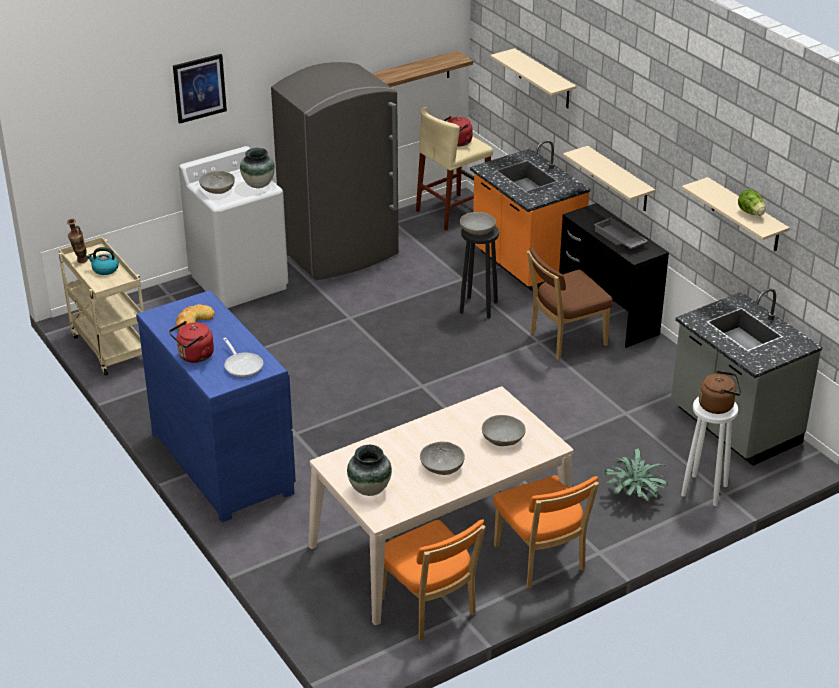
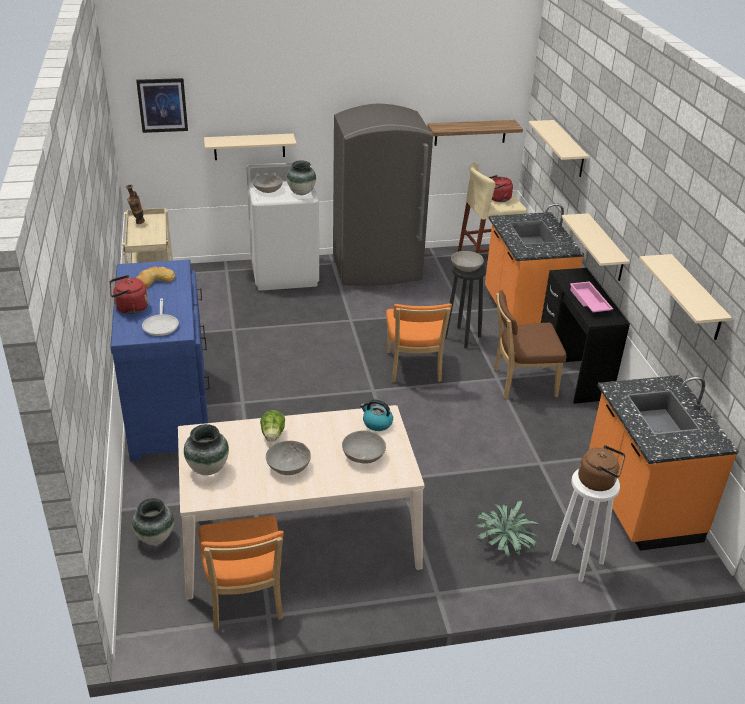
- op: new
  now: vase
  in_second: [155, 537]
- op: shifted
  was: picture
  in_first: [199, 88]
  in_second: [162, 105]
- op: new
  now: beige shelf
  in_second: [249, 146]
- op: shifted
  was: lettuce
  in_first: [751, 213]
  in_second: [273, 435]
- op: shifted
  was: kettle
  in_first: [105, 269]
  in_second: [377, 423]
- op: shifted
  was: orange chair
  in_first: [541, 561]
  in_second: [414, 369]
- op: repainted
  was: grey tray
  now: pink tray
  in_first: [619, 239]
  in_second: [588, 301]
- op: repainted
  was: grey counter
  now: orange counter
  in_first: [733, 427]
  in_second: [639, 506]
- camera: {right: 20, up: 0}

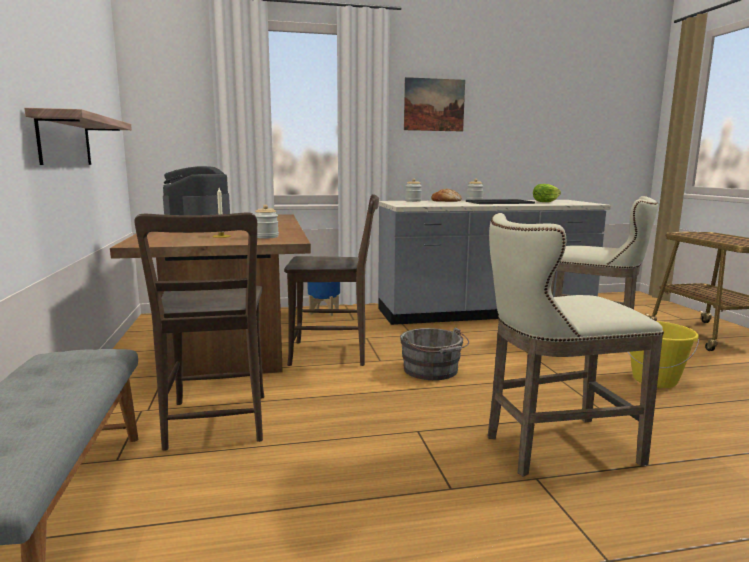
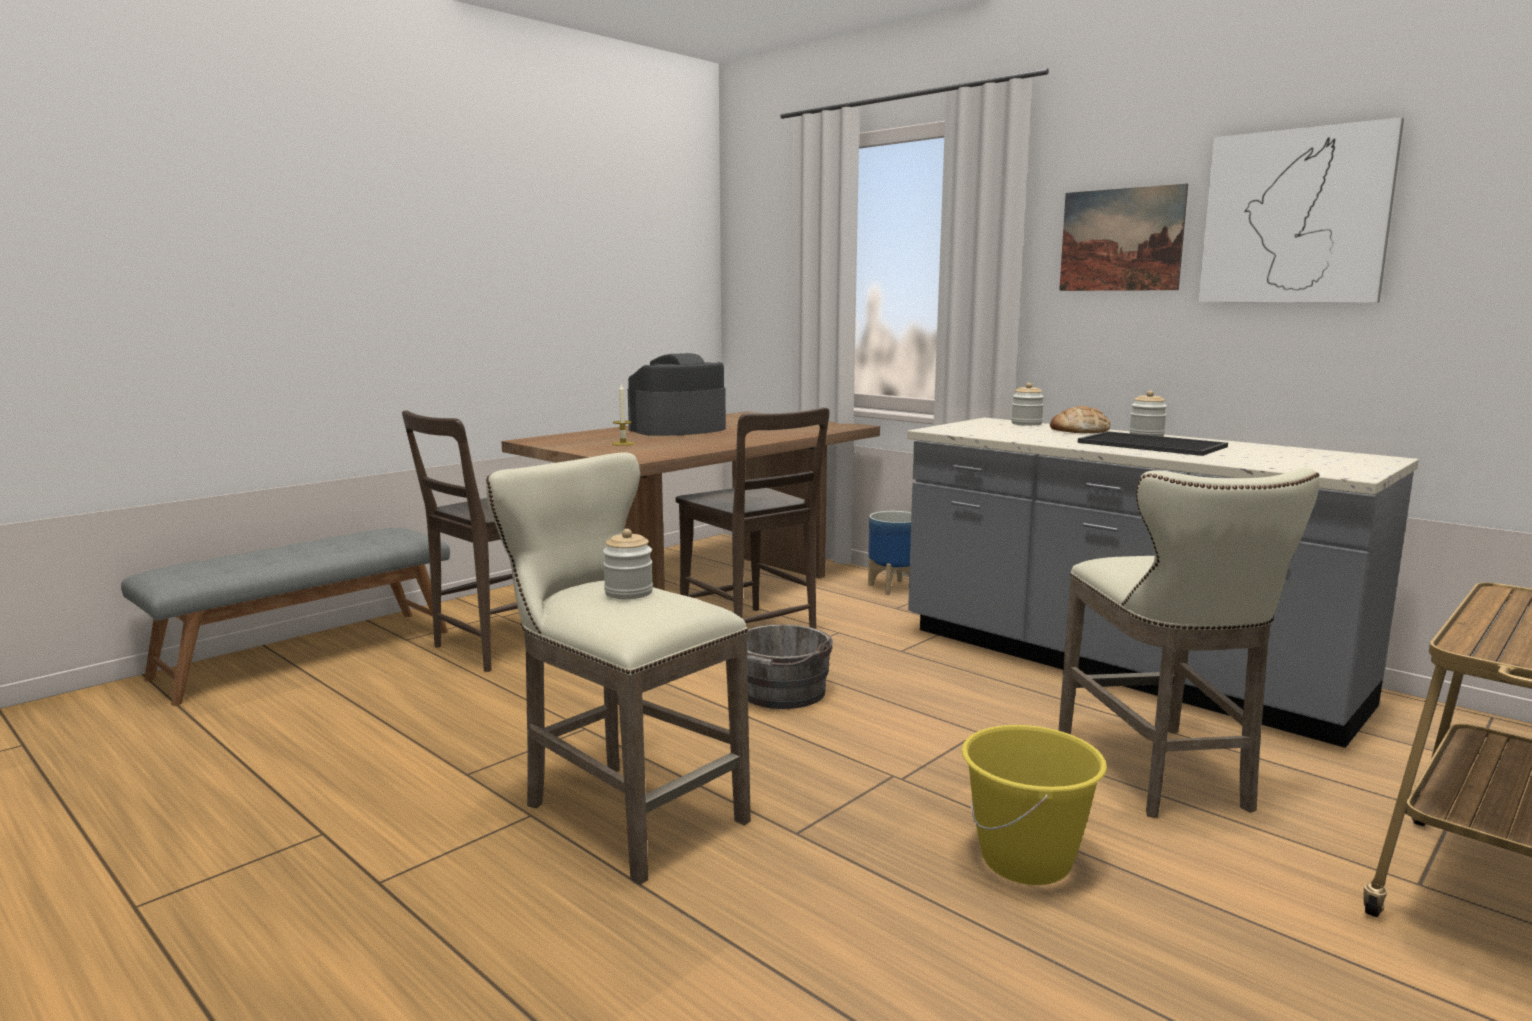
- op: shifted
  was: jar
  in_first: [266, 237]
  in_second: [628, 592]
- op: new
  now: picture
  in_second: [1295, 217]
- op: gone
  was: shelf
  in_first: [65, 140]
- op: gone
  was: lettuce
  in_first: [545, 202]
- camera: {right: 55, up: 0}

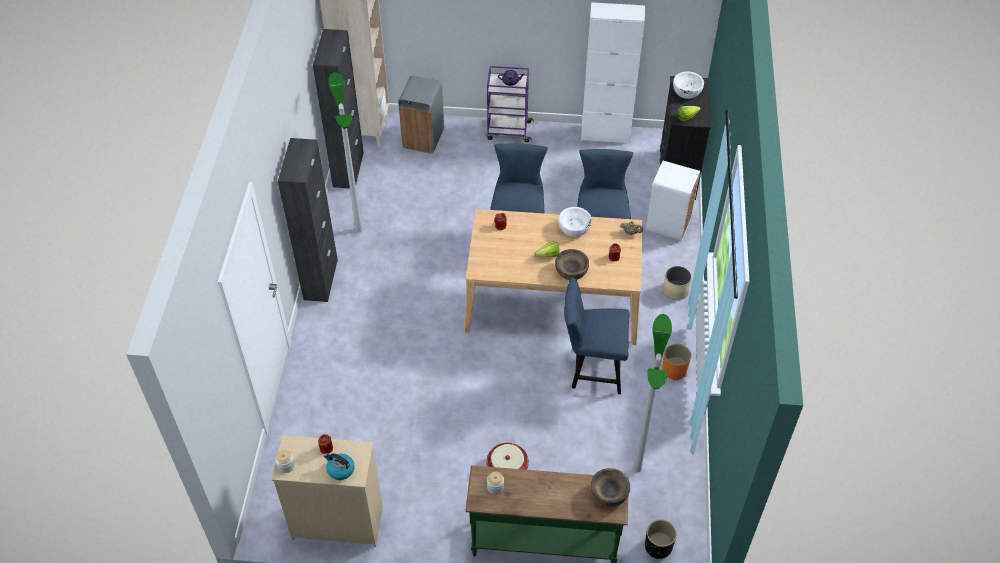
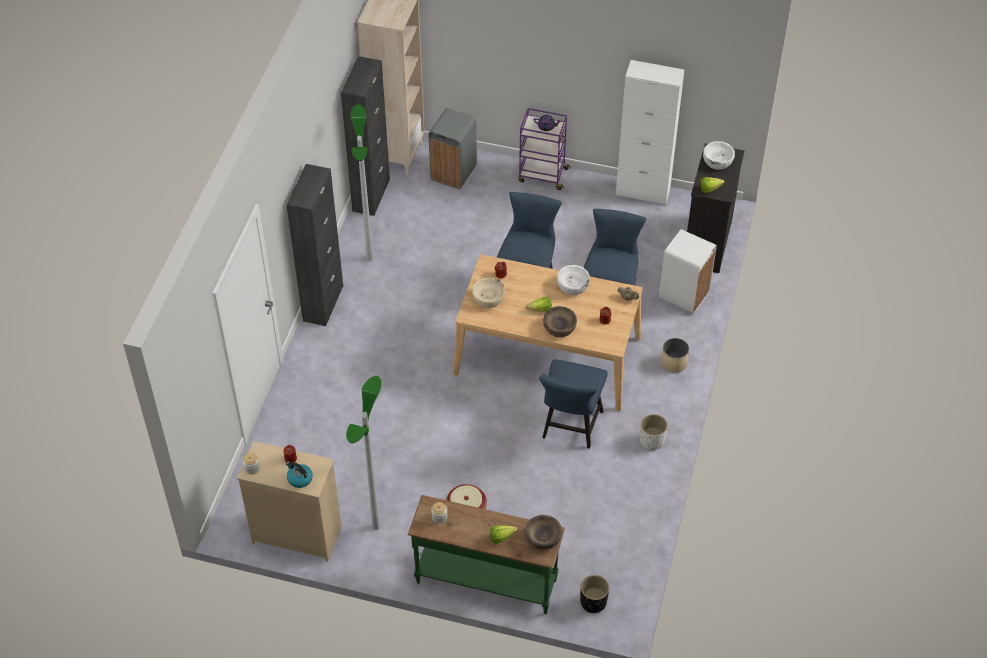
- op: shifted
  was: floor lamp
  in_first: [637, 468]
  in_second: [375, 526]
- op: new
  now: beige bowl
  in_second: [488, 298]
- op: new
  now: lettuce
  in_second: [504, 537]
- op: rotated
  was: blue chair
  in_first: [592, 369]
  in_second: [570, 428]
  clockwise: -90
- op: repainted
  was: orange planter
  now: white planter
  in_first: [674, 370]
  in_second: [652, 440]
- camera: {right: 10, up: 0}

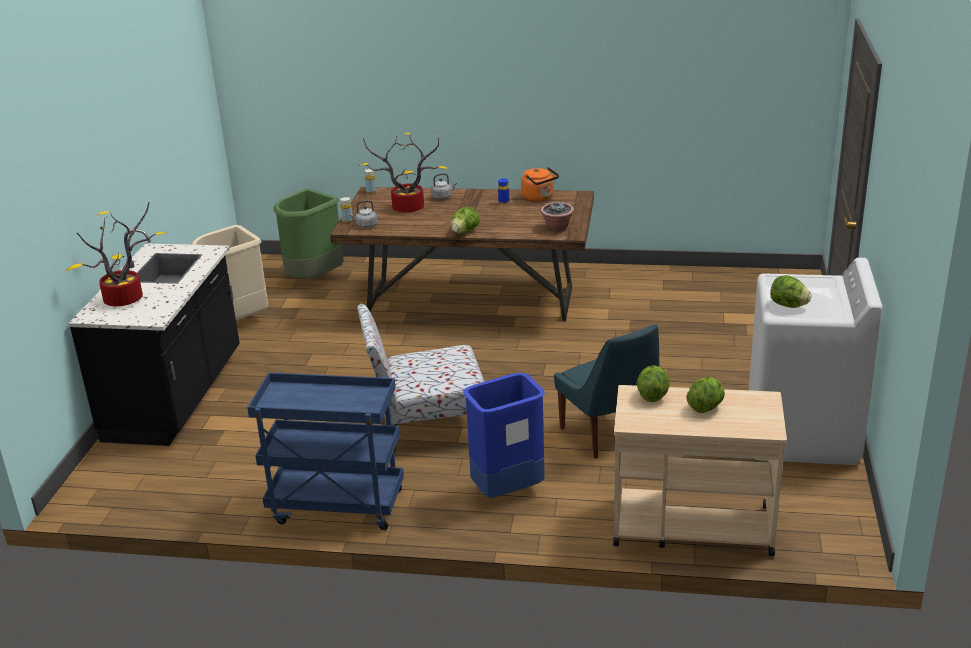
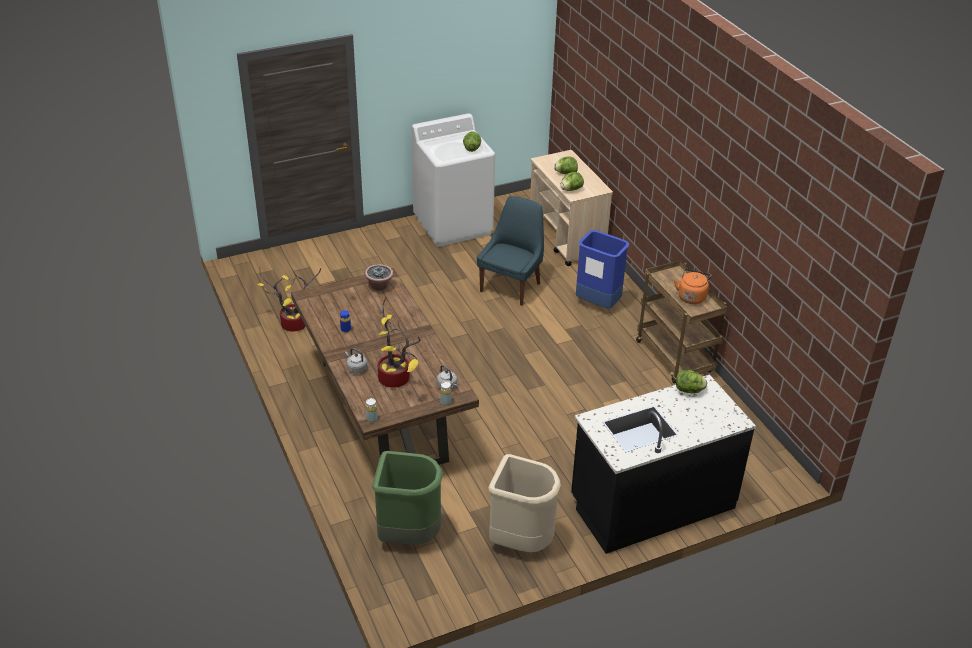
- op: shifted
  was: potted plant
  in_first: [123, 301]
  in_second: [296, 323]
- op: repainted
  was: blue cart
  now: brown cart
  in_first: [335, 507]
  in_second: [675, 358]
- op: shifted
  was: orange kettle
  in_first: [539, 198]
  in_second: [692, 296]
- op: shifted
  was: lettuce
  in_first: [465, 232]
  in_second: [689, 390]
- op: gone
  was: chair
  in_first: [427, 426]
- camera: {right: -125, up: 10}

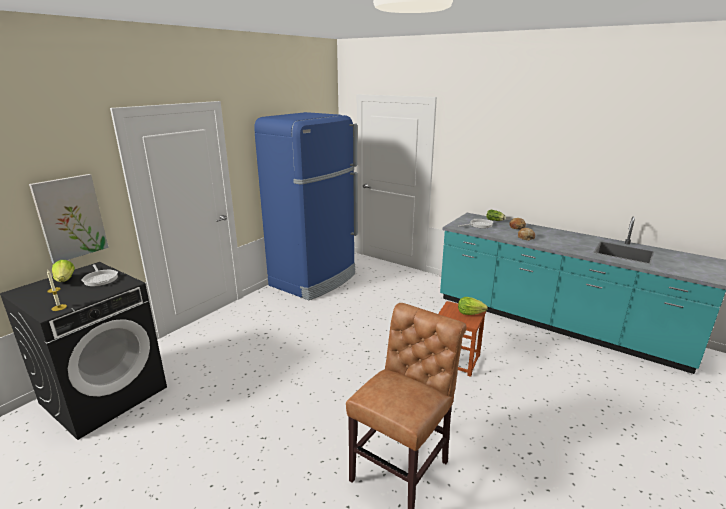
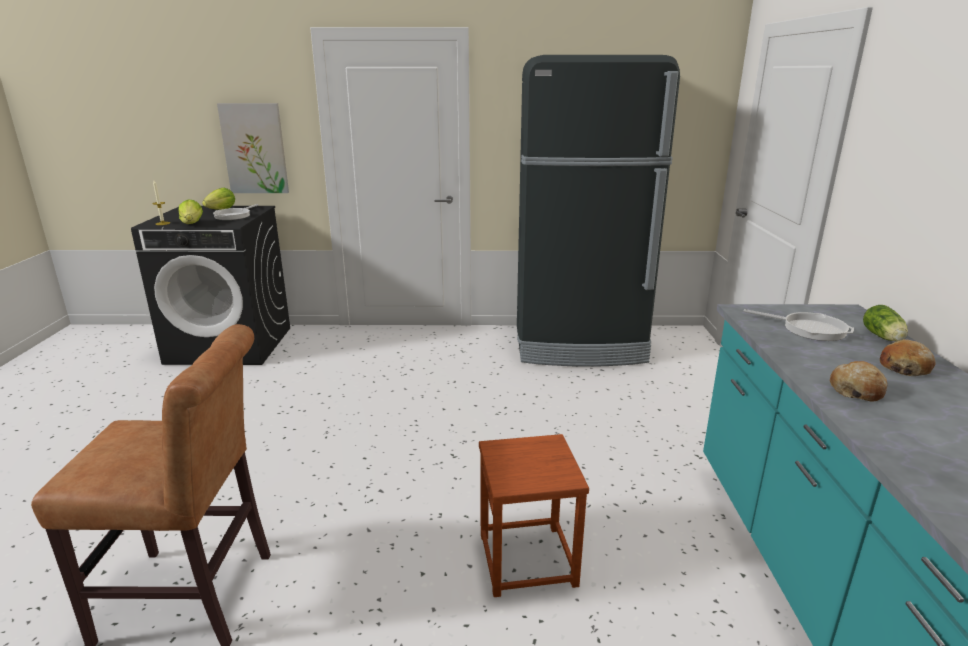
- op: shifted
  was: lettuce
  in_first: [470, 313]
  in_second: [192, 224]
- op: repainted
  was: blue fridge
  now: black fridge
  in_first: [314, 280]
  in_second: [579, 345]
- camera: {right: 55, up: 0}

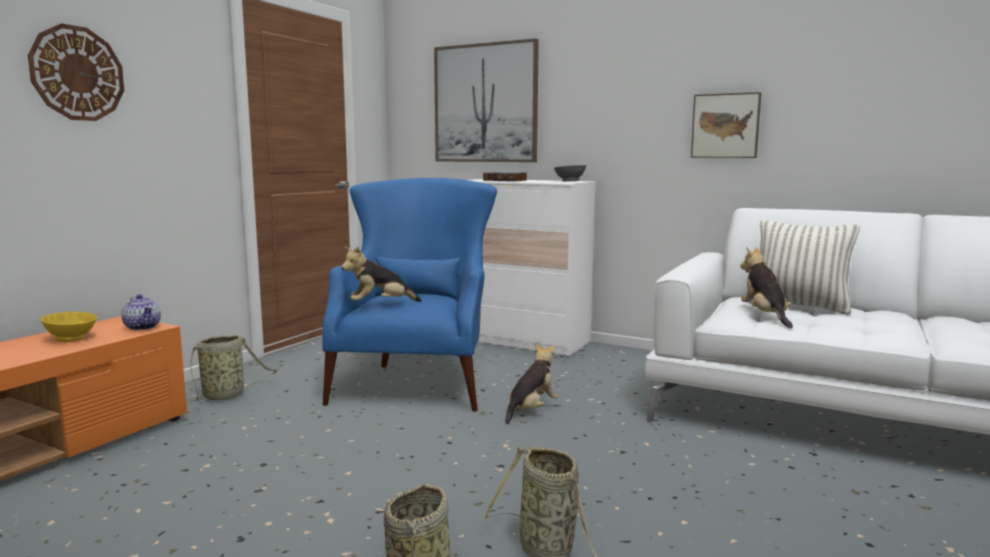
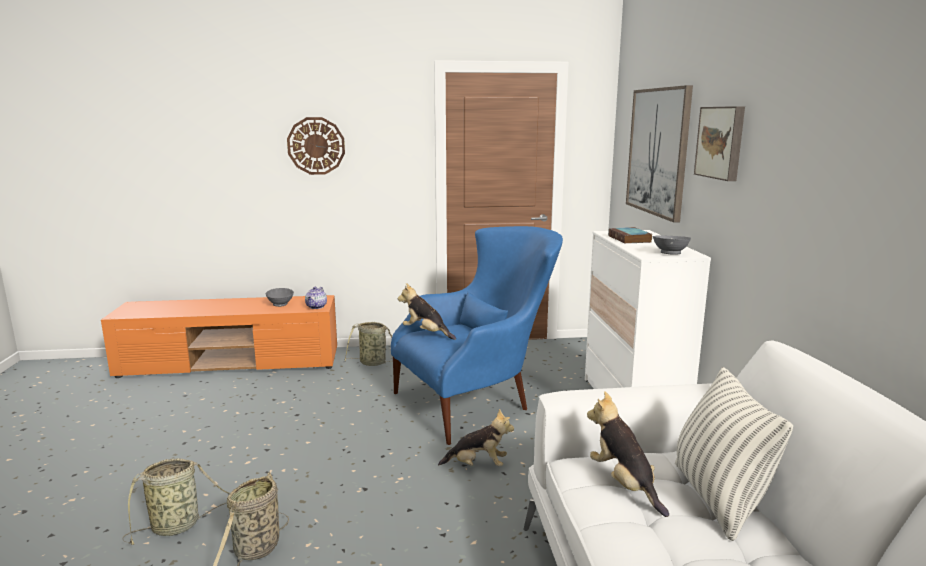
- op: repainted
  was: yellow bowl
  now: grey bowl
  in_first: [71, 339]
  in_second: [280, 305]
- op: rotated
  was: plush toy
  in_first: [764, 316]
  in_second: [624, 484]
  clockwise: -75
- op: shifted
  was: picture
  in_first: [725, 126]
  in_second: [721, 142]
- camera: {right: 55, up: 5}

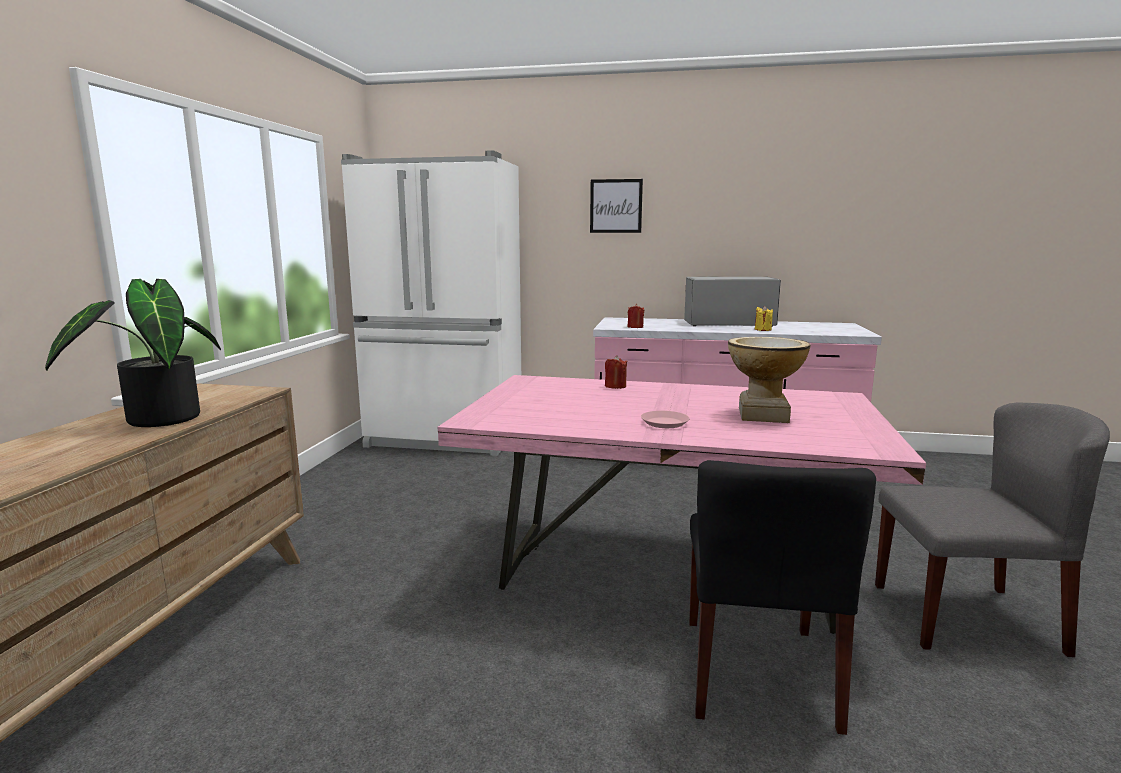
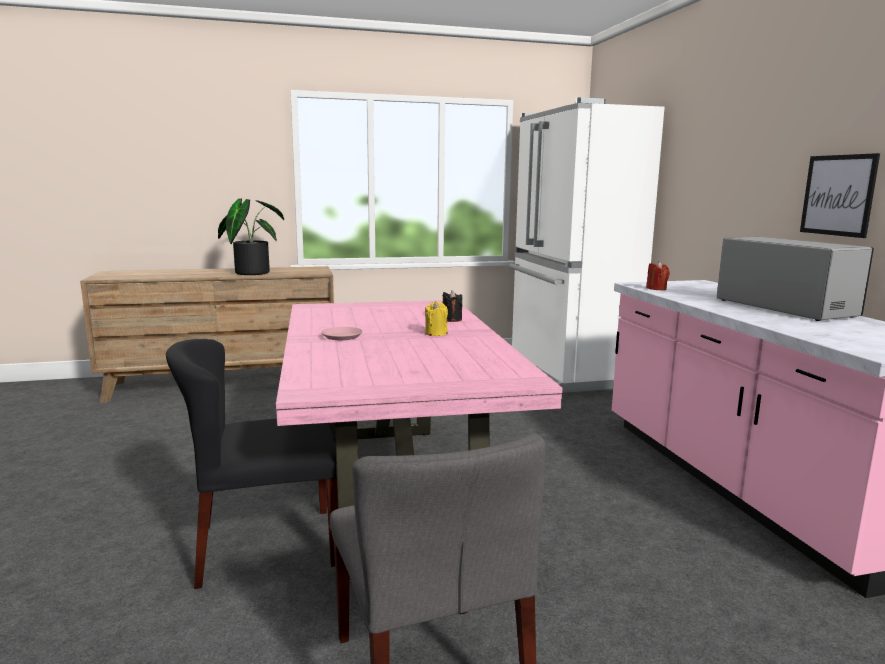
- op: shifted
  was: yellow candle
  in_first: [763, 329]
  in_second: [436, 333]
- op: repainted
  was: red candle
  now: black candle
  in_first: [615, 386]
  in_second: [451, 319]
- op: shifted
  was: picture
  in_first: [616, 206]
  in_second: [838, 195]
- op: gone
  was: vase
  in_first: [762, 415]
- camera: {right: 65, up: 0}

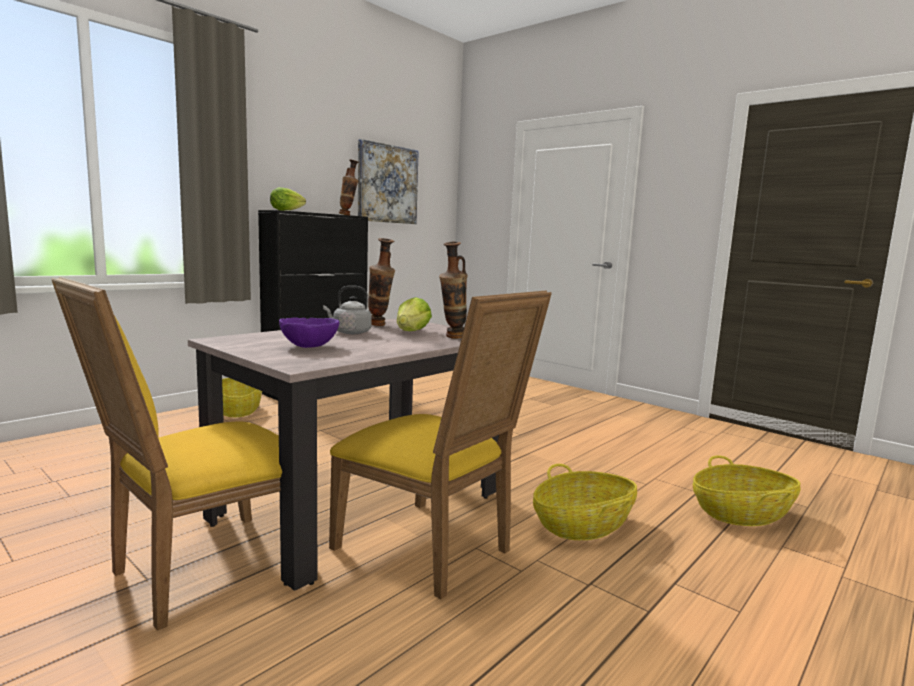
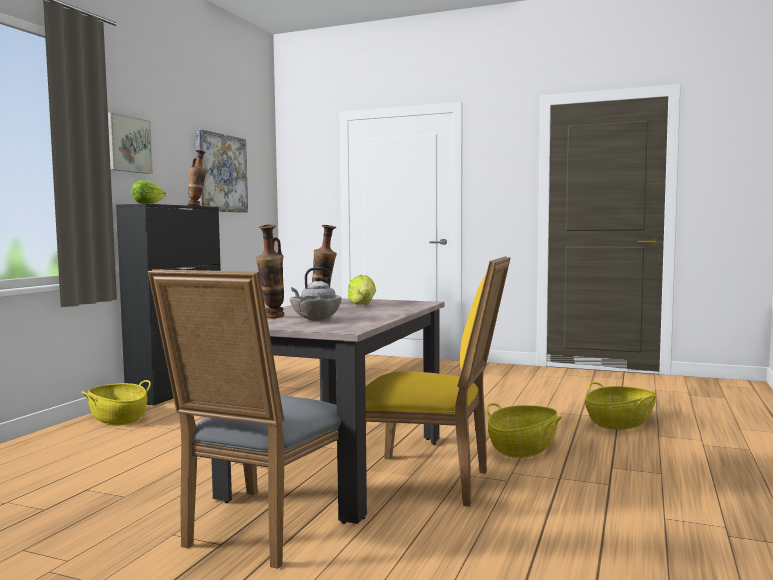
- op: new
  now: picture
  in_second: [127, 144]
- op: repainted
  was: yellow chair
  now: grey chair
  in_first: [201, 571]
  in_second: [262, 530]
- op: shifted
  was: vase
  in_first: [452, 338]
  in_second: [272, 318]
- op: repainted
  was: purple bowl
  now: grey bowl
  in_first: [308, 346]
  in_second: [315, 320]
- camera: {right: -20, up: -5}

